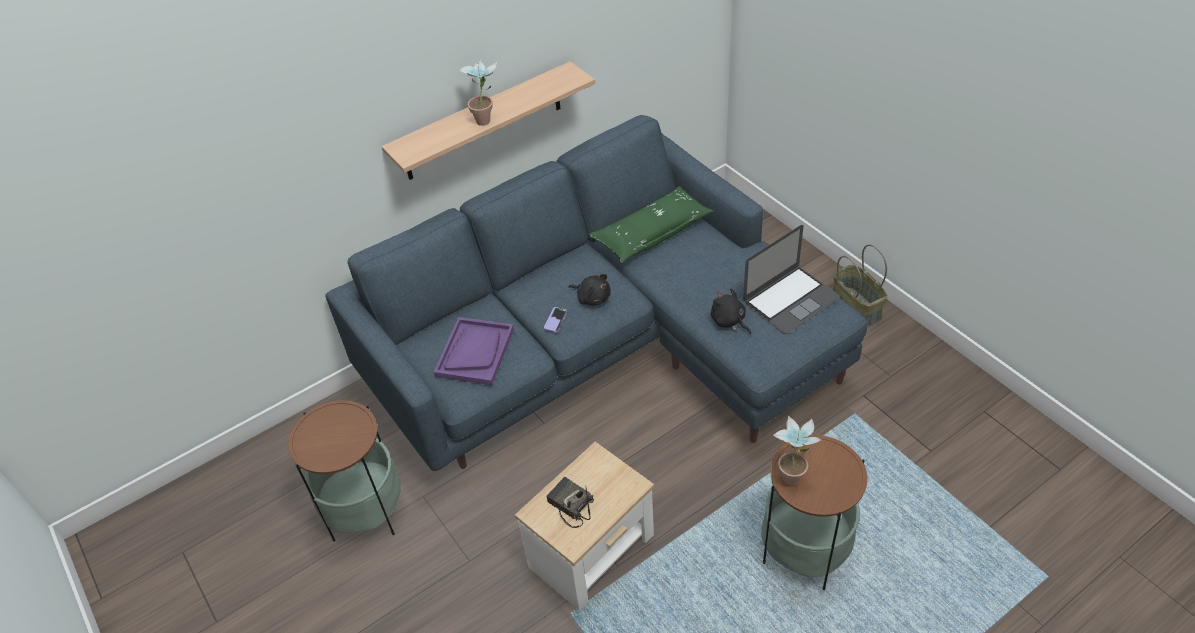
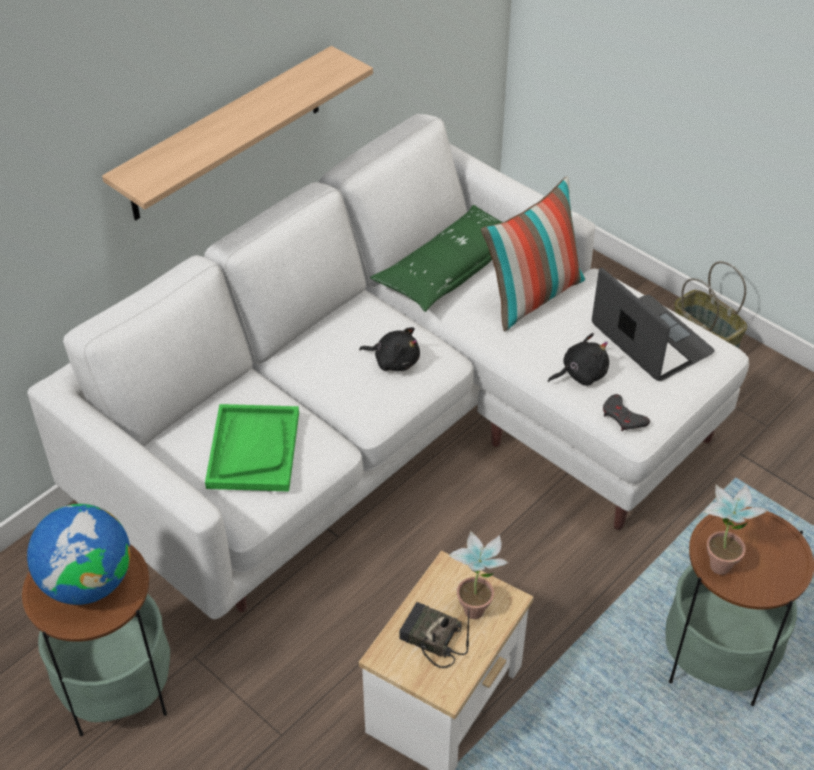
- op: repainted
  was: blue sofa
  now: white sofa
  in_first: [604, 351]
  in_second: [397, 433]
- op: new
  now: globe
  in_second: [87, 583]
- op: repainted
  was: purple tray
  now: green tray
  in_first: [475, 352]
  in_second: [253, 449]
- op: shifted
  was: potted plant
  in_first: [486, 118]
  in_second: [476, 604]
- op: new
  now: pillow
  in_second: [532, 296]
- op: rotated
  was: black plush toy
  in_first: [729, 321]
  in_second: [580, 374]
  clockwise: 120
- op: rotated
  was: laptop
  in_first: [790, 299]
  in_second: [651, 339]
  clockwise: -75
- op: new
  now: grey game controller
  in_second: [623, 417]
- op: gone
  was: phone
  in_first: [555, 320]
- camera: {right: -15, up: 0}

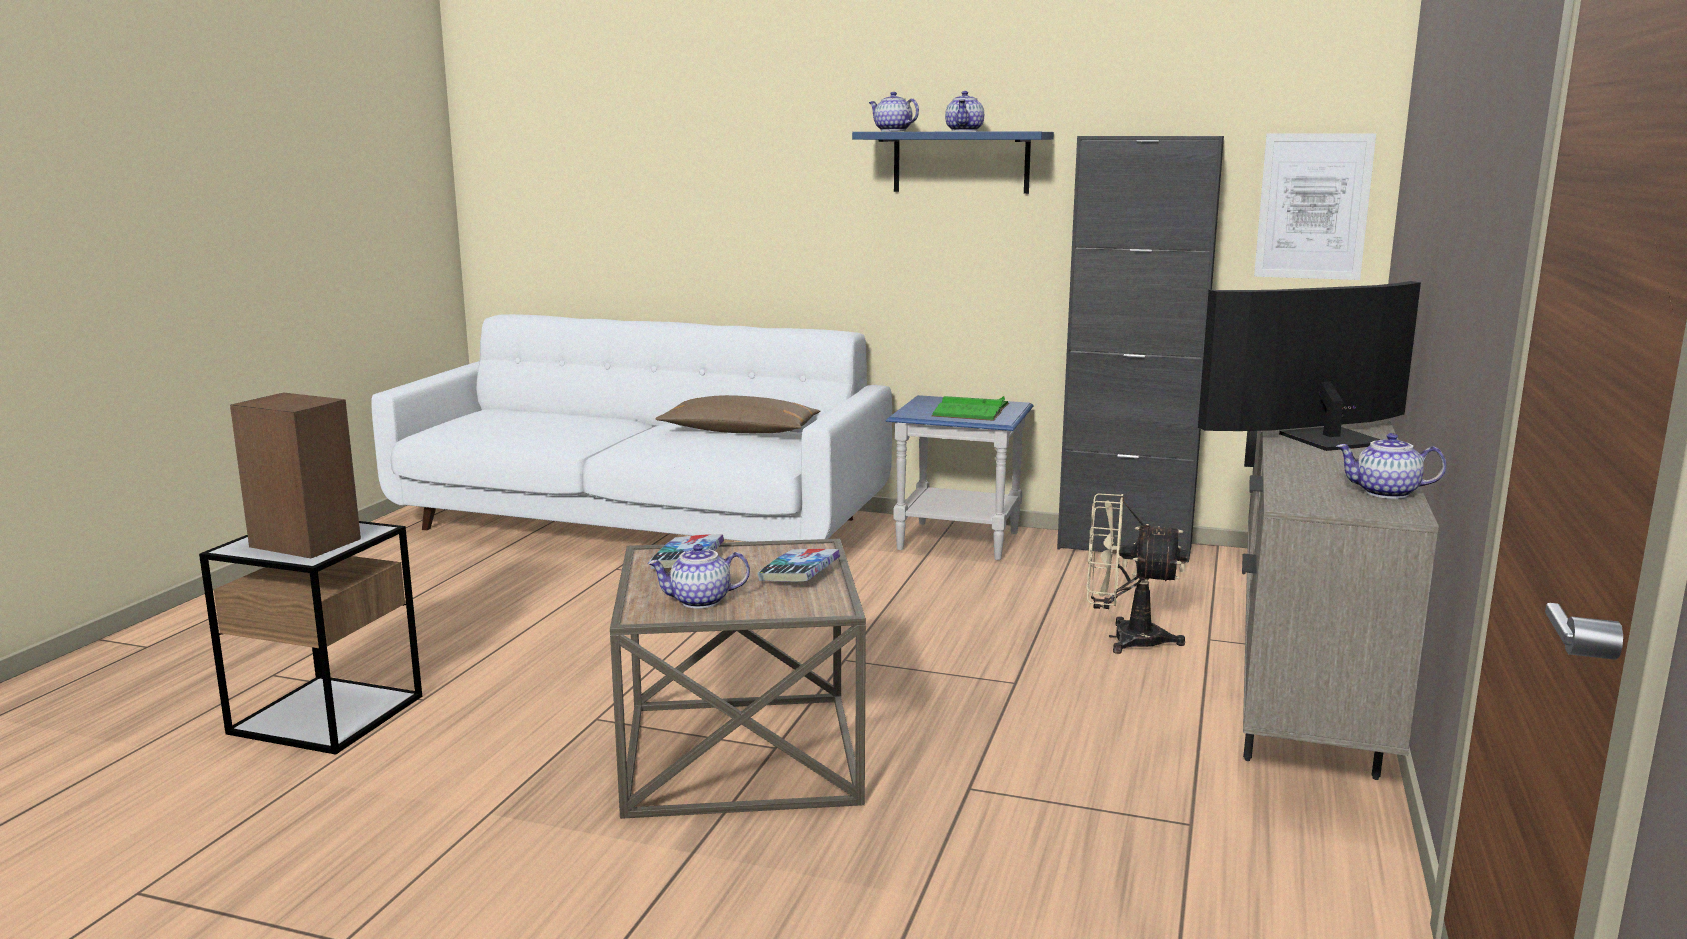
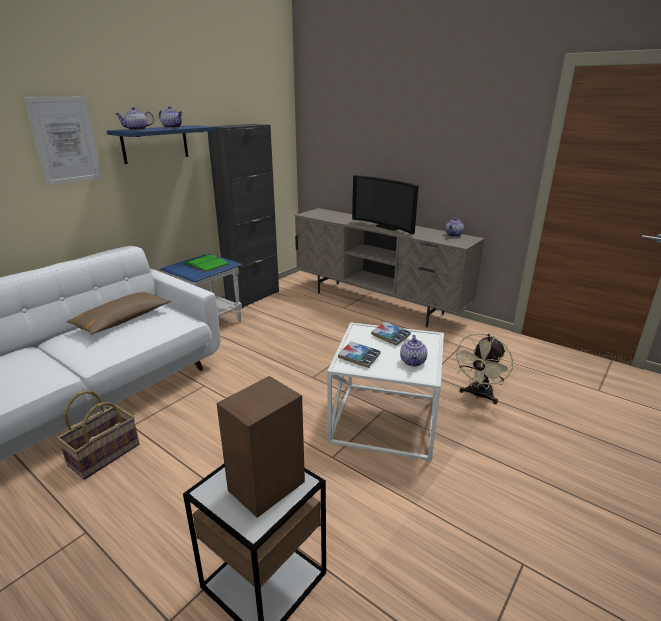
- op: shifted
  was: picture
  in_first: [1313, 206]
  in_second: [66, 140]
- op: new
  now: basket
  in_second: [104, 454]
- op: repainted
  was: brown side table
  now: white side table
  in_first: [742, 754]
  in_second: [386, 418]
- op: rotated
  was: television
  in_first: [1323, 436]
  in_second: [388, 227]
  clockwise: -45
- op: shifted
  was: beige fan
  in_first: [1124, 639]
  in_second: [478, 395]
- camera: {right: -70, up: 10}

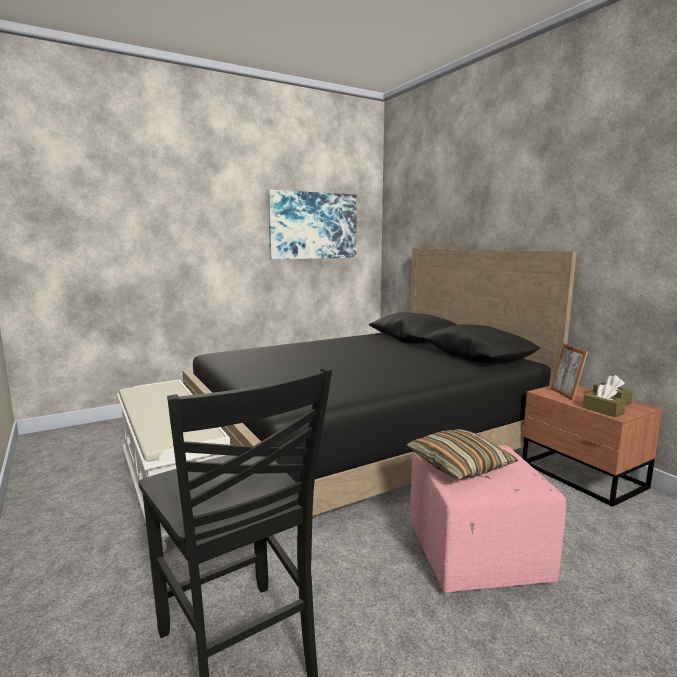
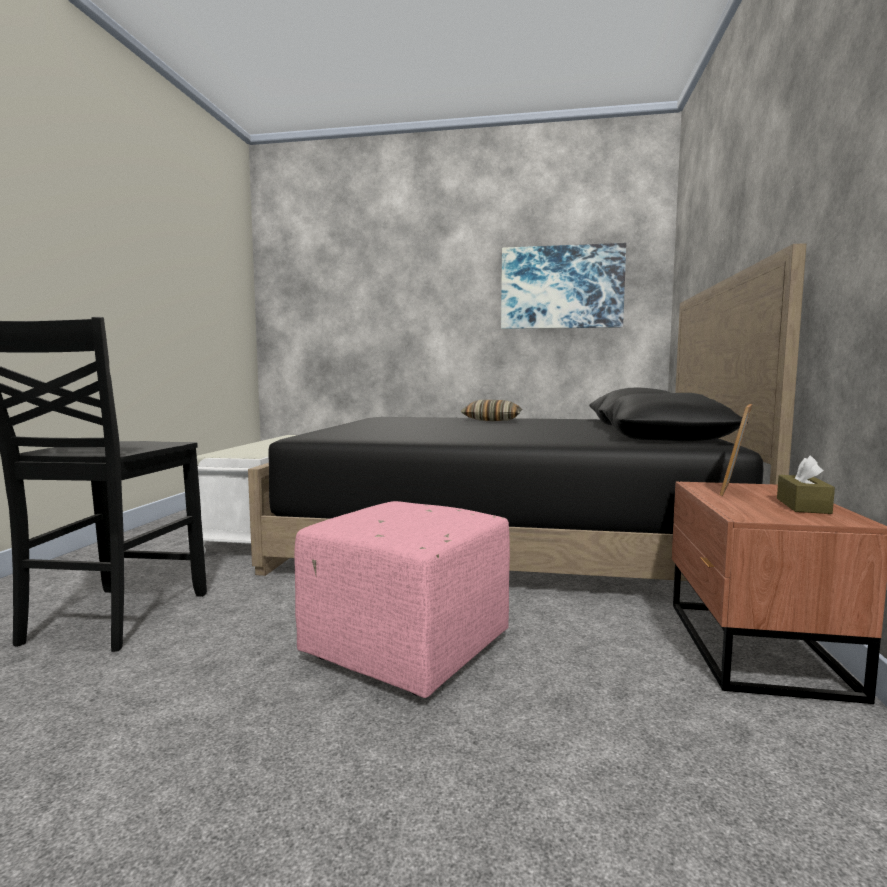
- op: shifted
  was: pillow
  in_first: [459, 465]
  in_second: [492, 420]
- op: gone
  was: brown tissue box
  in_first: [602, 410]
- camera: {right: 40, up: -5}

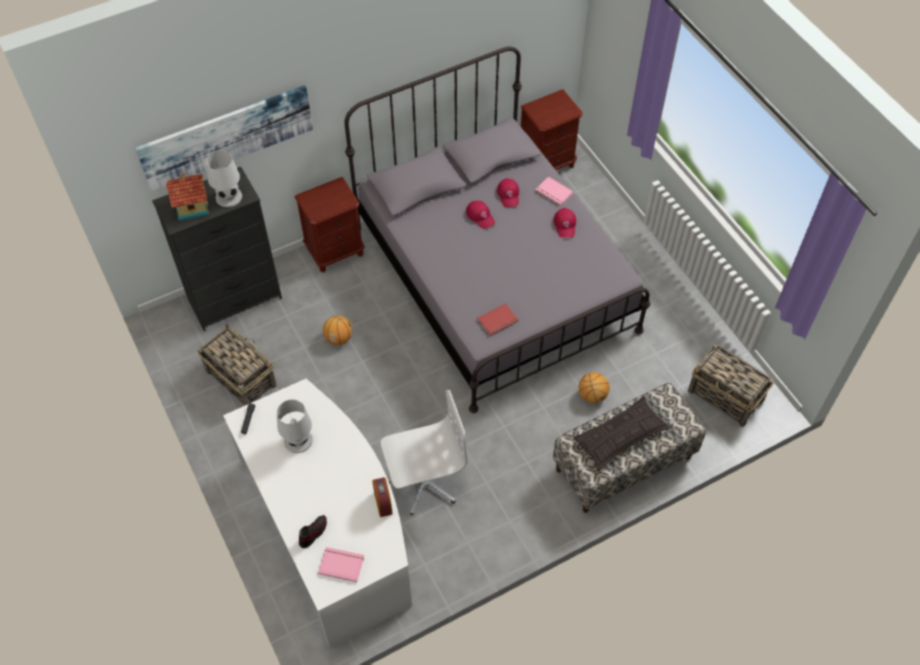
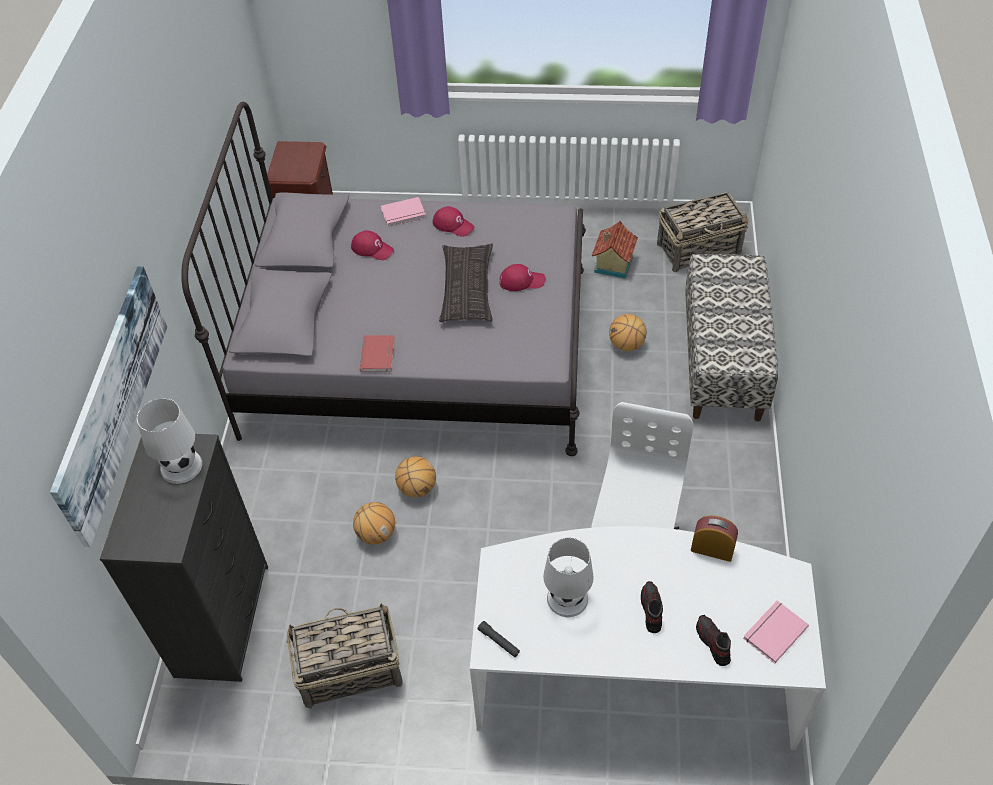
- op: shifted
  was: red book
  in_first: [498, 321]
  in_second: [379, 354]
- op: new
  now: basketball
  in_second: [417, 488]
- op: shifted
  was: pillow
  in_first: [620, 436]
  in_second: [467, 288]
- op: shifted
  was: red cap
  in_first: [480, 216]
  in_second: [521, 281]
- op: shifted
  was: toy house
  in_first: [191, 205]
  in_second: [612, 264]
- op: new
  now: shoe
  in_second: [651, 610]
- op: gone
  was: brown nightstand
  in_first: [335, 251]
- camera: {right: -55, up: -5}

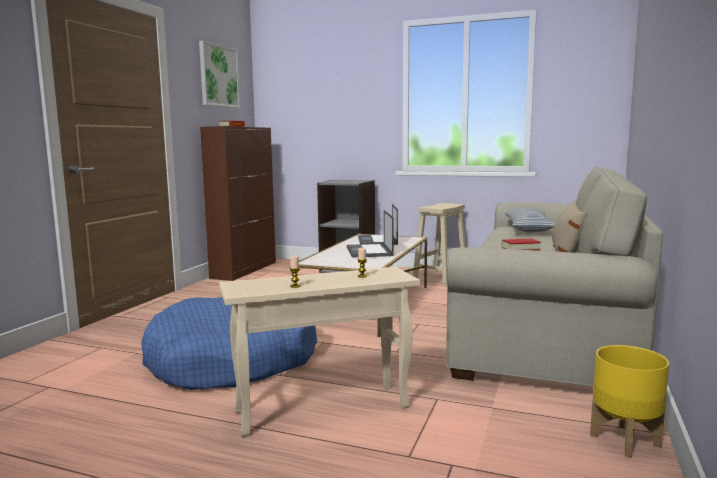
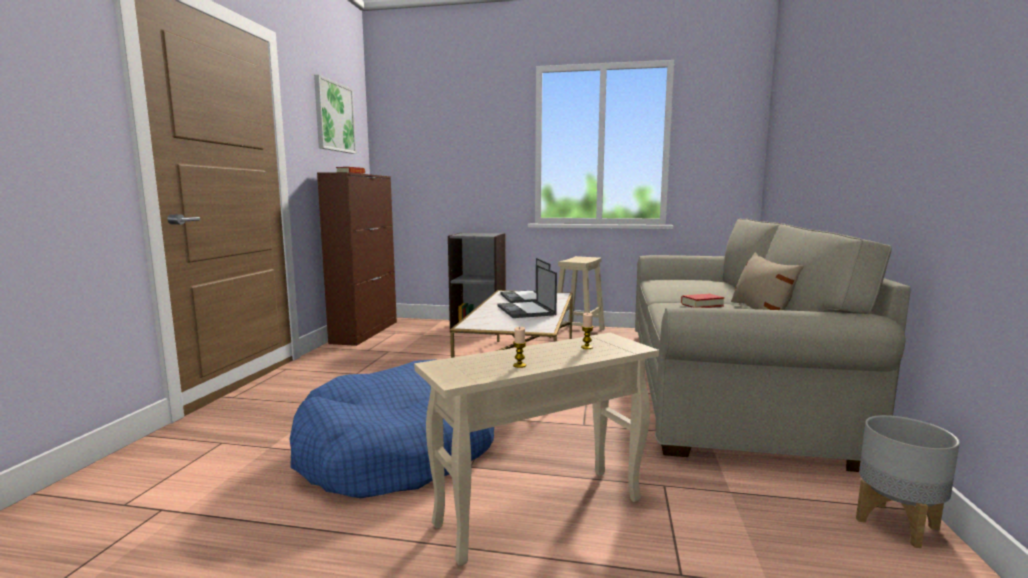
- op: repainted
  was: yellow planter
  now: grey planter
  in_first: [625, 440]
  in_second: [898, 524]
- op: gone
  was: pillow
  in_first: [529, 229]
- camera: {right: -10, up: 0}

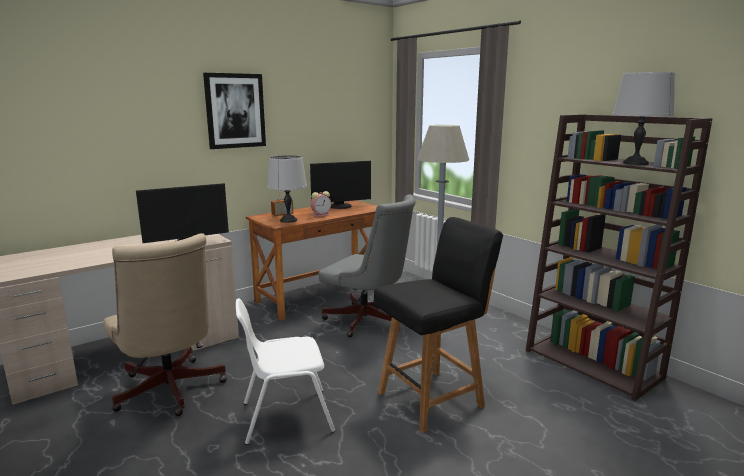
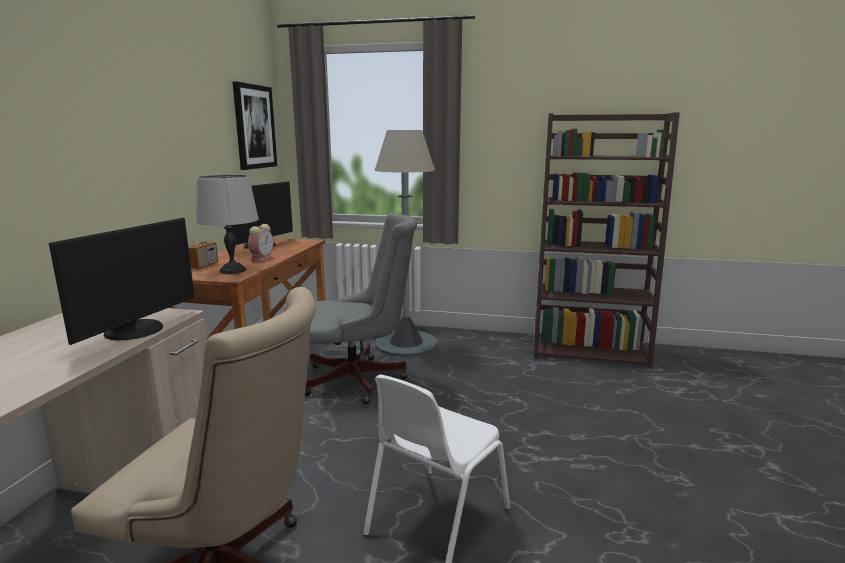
- op: shifted
  was: picture
  in_first: [235, 111]
  in_second: [254, 127]
- op: gone
  was: black chair
  in_first: [432, 399]
- op: gone
  was: grey table lamp
  in_first: [635, 163]
- camera: {right: -40, up: 0}

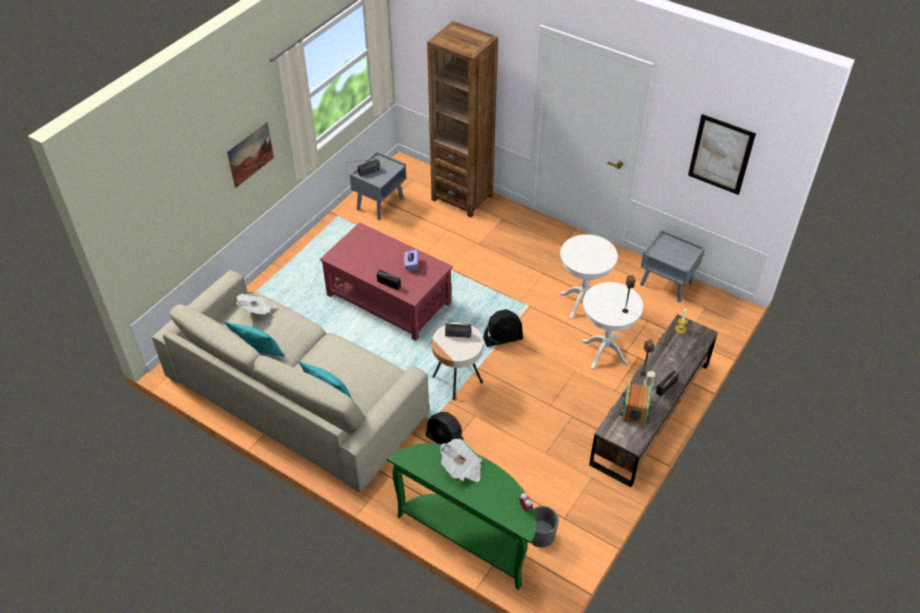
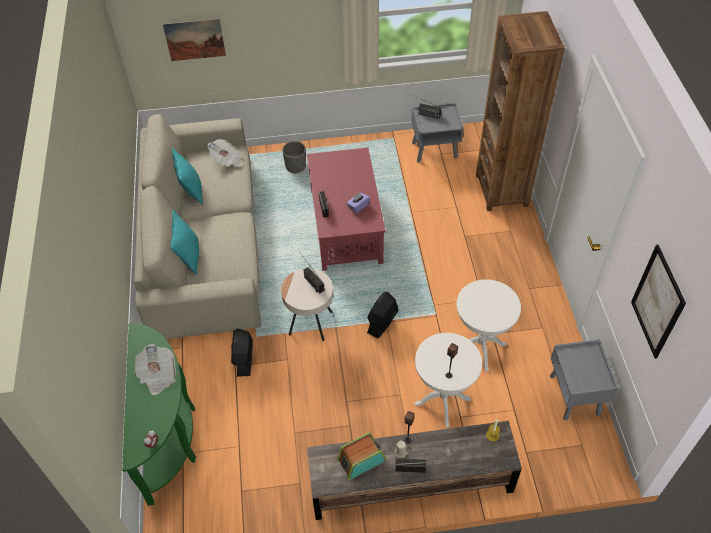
- op: shifted
  was: picture
  in_first: [250, 154]
  in_second: [195, 39]
- op: shifted
  was: grey planter
  in_first: [541, 536]
  in_second: [295, 166]
- op: rotated
  was: black fan
  in_first: [503, 338]
  in_second: [382, 322]
  clockwise: 90
- camera: {right: 50, up: 5}

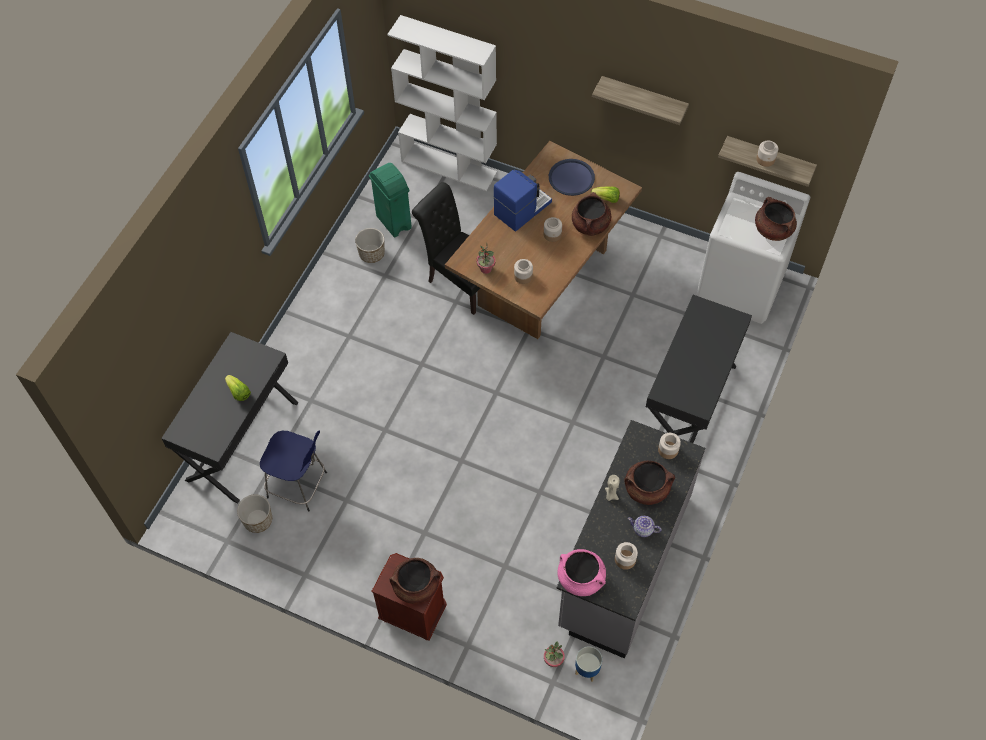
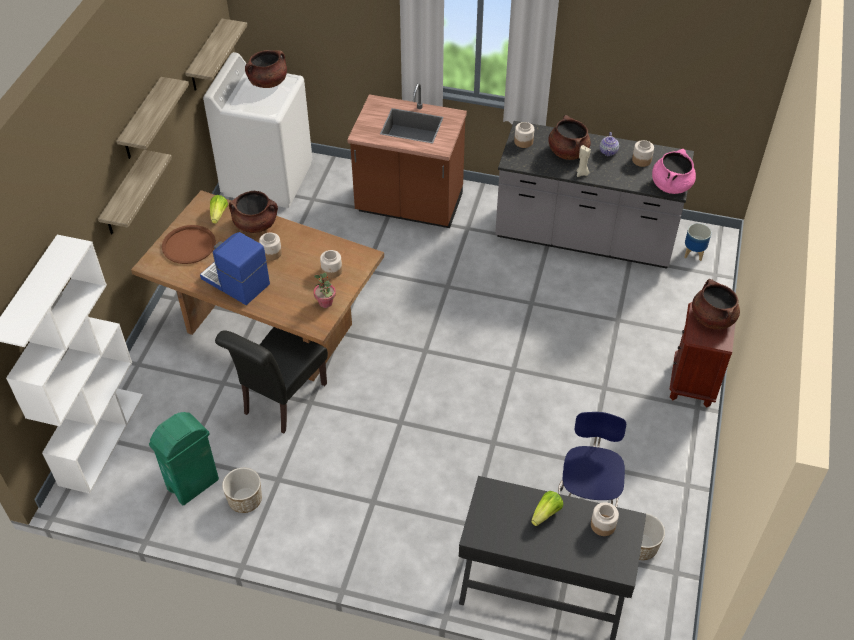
- op: new
  now: shelf
  in_second: [124, 195]
- op: repainted
  was: blue tray
  now: brown tray
  in_first: [571, 178]
  in_second: [189, 245]
- op: swapped
  was: black desk
  now: brown counter
  in_first: [689, 404]
  in_second: [409, 206]
- op: shifted
  was: jar
  in_first: [765, 159]
  in_second: [603, 525]
- op: gone
  was: potted plant
  in_first: [553, 661]
- camera: {right: -100, up: -10}

